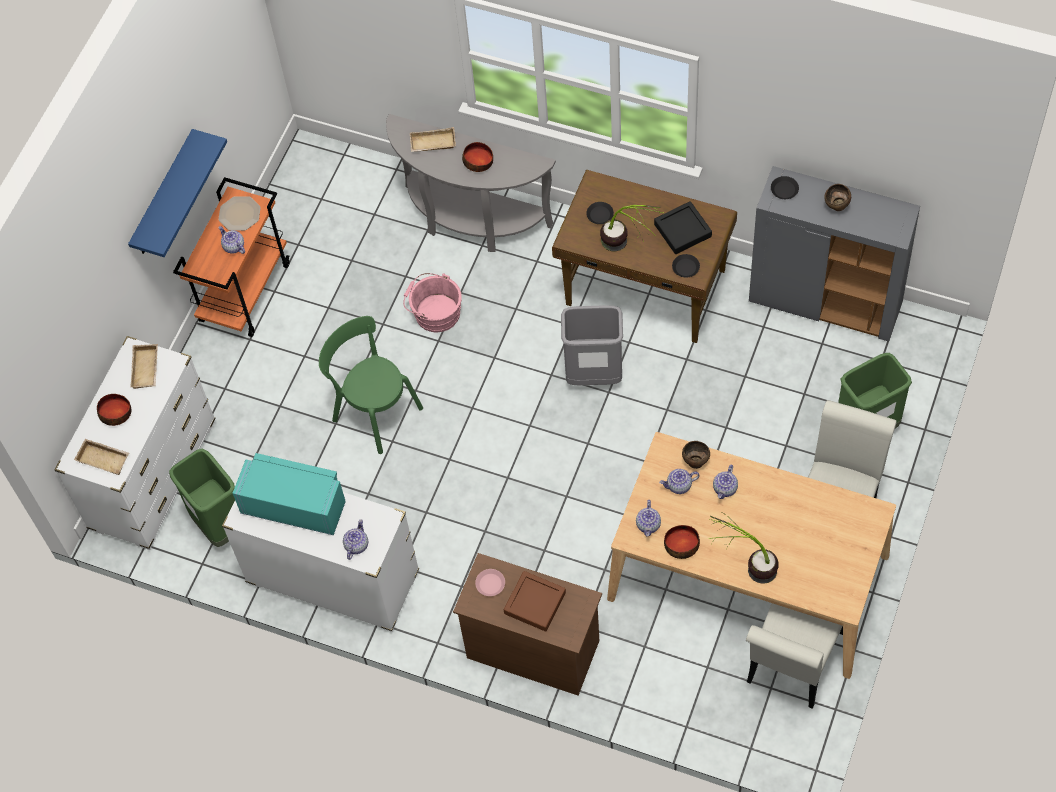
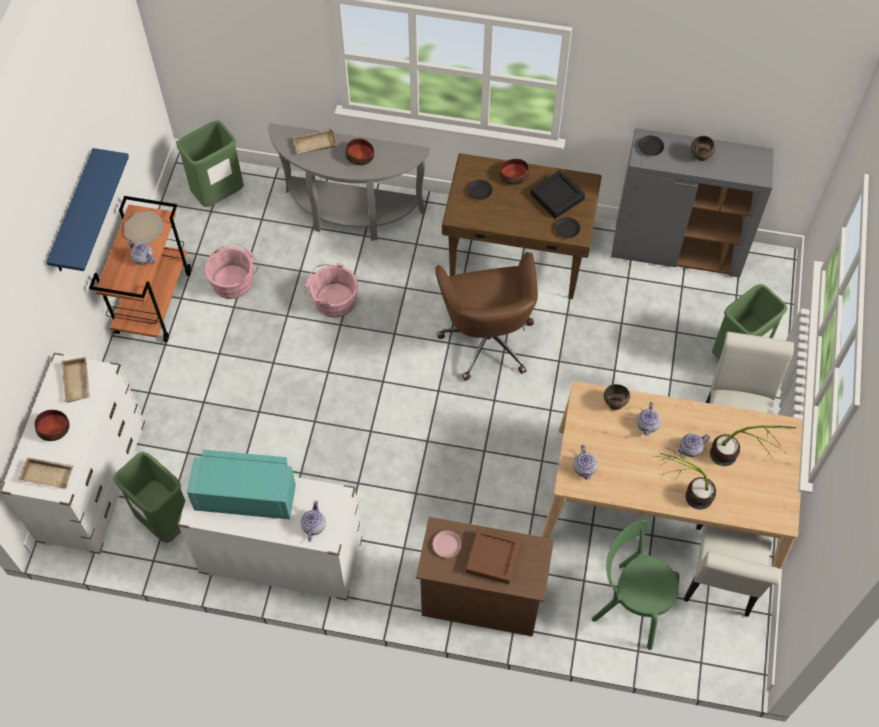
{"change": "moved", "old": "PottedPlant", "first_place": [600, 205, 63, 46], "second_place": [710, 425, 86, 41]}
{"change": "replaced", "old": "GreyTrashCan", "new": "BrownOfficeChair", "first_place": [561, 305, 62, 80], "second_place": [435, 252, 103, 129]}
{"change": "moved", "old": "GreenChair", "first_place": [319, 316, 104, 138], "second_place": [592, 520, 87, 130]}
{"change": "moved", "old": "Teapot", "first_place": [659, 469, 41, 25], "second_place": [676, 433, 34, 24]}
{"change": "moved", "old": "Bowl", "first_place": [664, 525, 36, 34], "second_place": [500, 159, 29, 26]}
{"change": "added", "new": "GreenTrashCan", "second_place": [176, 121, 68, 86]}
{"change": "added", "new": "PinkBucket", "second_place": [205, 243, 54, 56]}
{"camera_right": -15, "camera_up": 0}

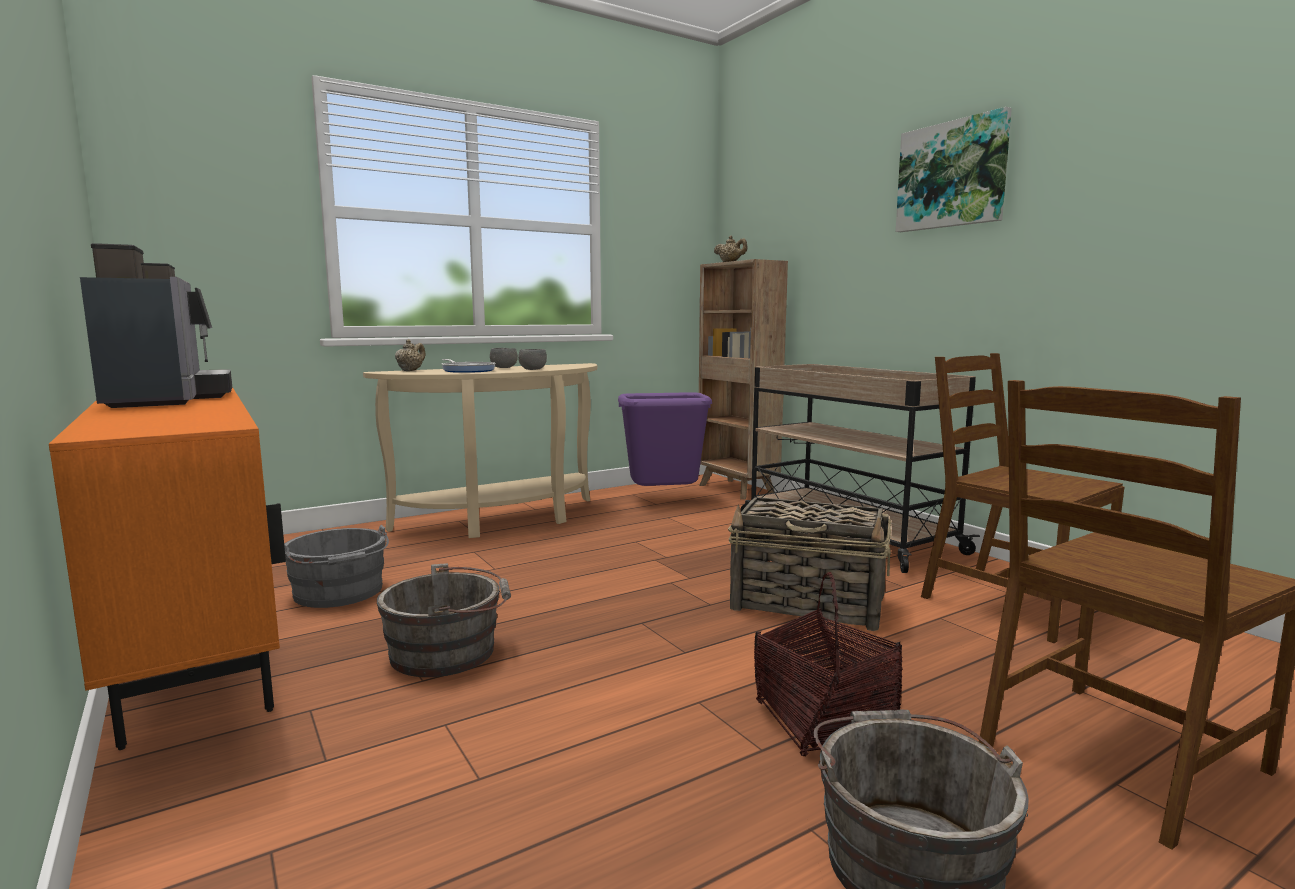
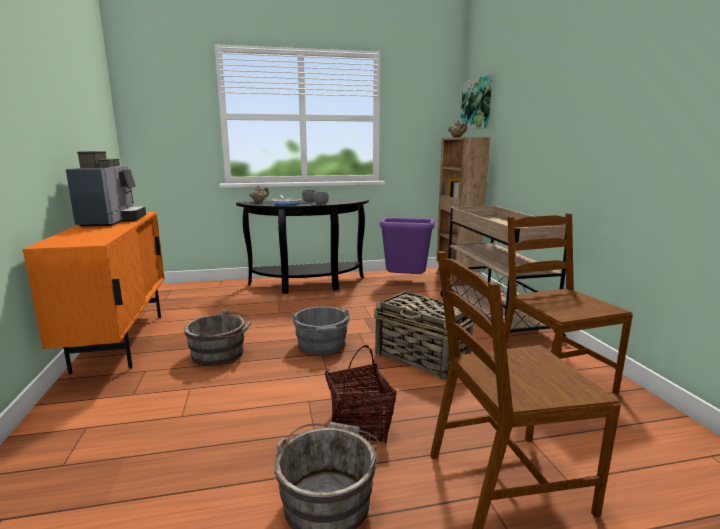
{"change": "moved", "old": "Picture", "first_place": [896, 107, 116, 125], "second_place": [461, 75, 31, 55]}
{"change": "recoloured", "old": "BeigeConsoleTable", "new": "BlackConsoleTable", "first_place": [363, 363, 234, 175], "second_place": [236, 199, 133, 95]}
{"change": "moved", "old": "GreyBucket", "first_place": [284, 524, 105, 84], "second_place": [292, 307, 58, 48]}
{"camera_right": 20, "camera_up": 5}

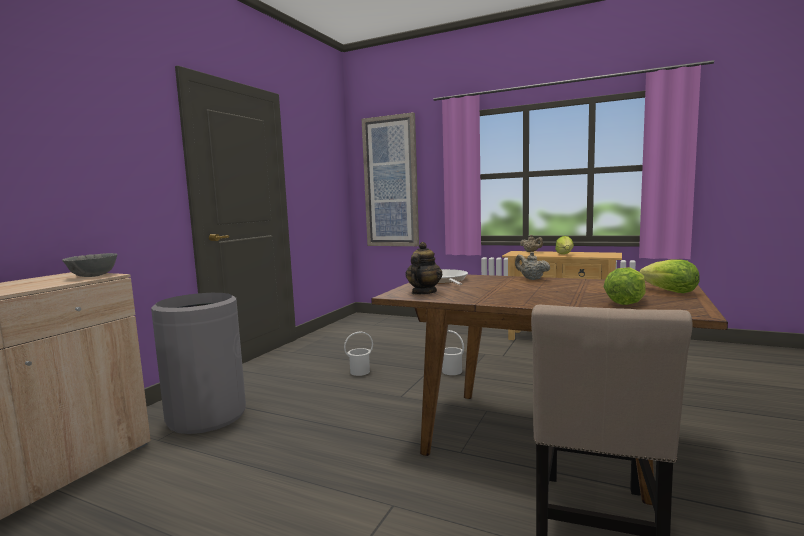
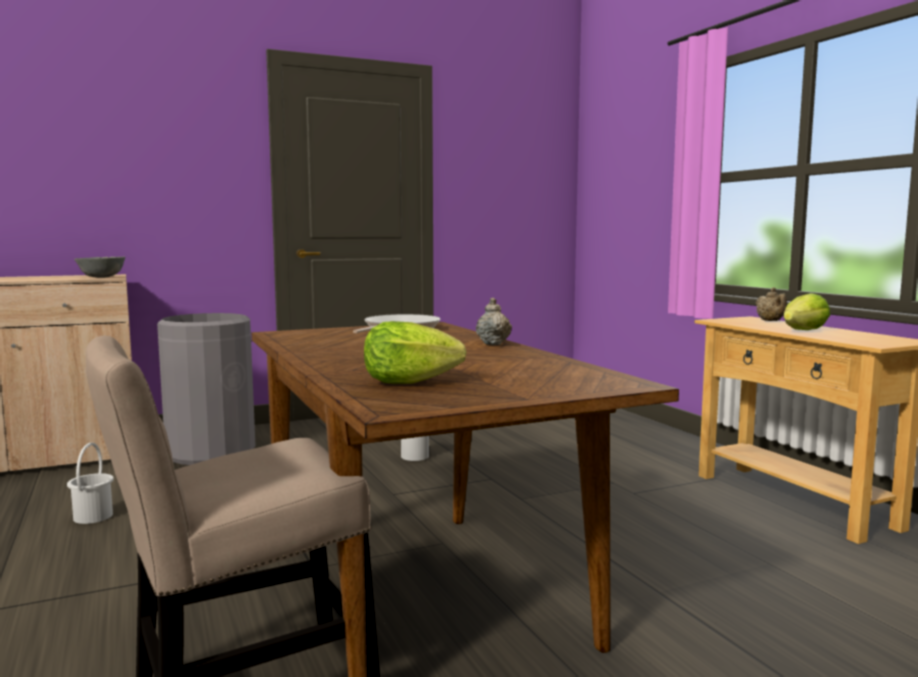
{"change": "removed", "old": "Picture", "first_place": [362, 112, 57, 134]}
{"change": "removed", "old": "Teapot", "first_place": [406, 242, 36, 53]}
{"change": "removed", "old": "Lettuce", "first_place": [639, 259, 61, 34]}
{"change": "moved", "old": "WhiteBucket", "first_place": [442, 330, 22, 45], "second_place": [67, 443, 47, 81]}
{"camera_right": 40, "camera_up": 0}

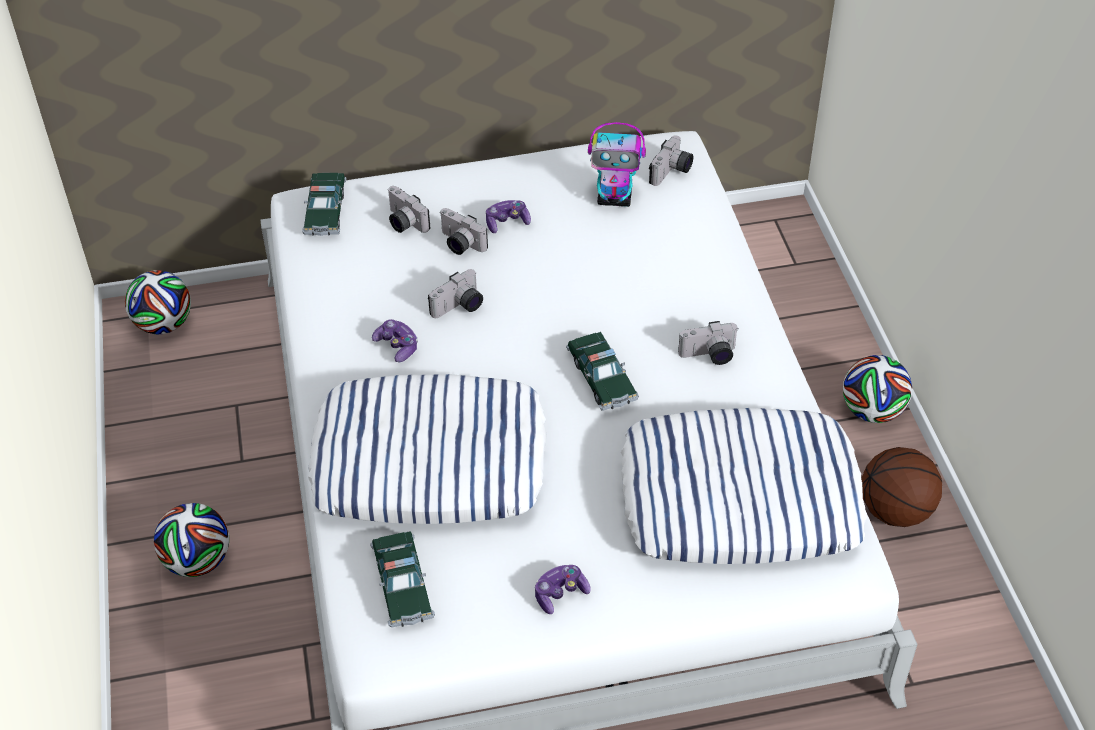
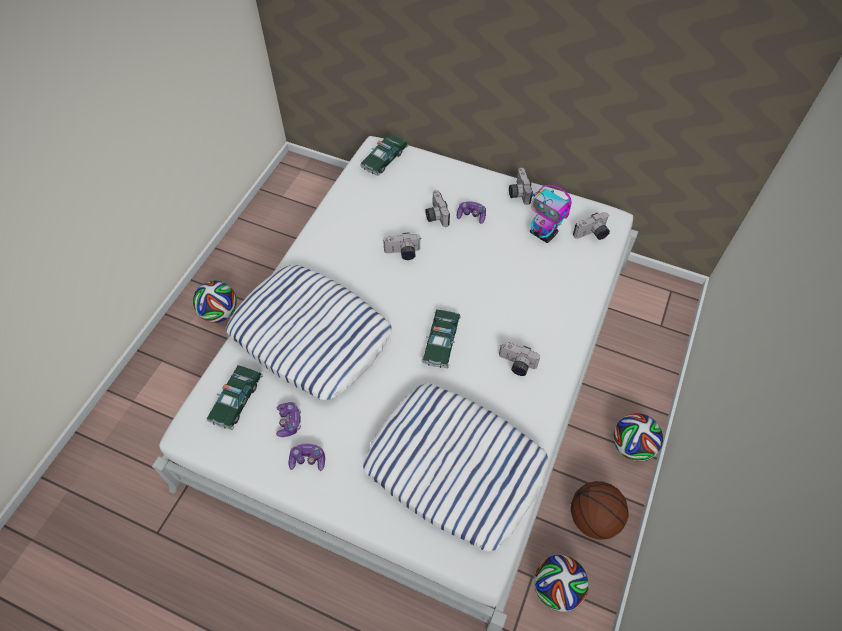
{"change": "moved", "old": "PhotoCamera", "first_place": [388, 186, 42, 47], "second_place": [509, 168, 24, 37]}
{"change": "moved", "old": "Football", "first_place": [125, 270, 66, 64], "second_place": [534, 555, 55, 57]}
{"change": "moved", "old": "GameController", "first_place": [372, 319, 46, 43], "second_place": [276, 402, 25, 35]}
{"camera_right": 35, "camera_up": 10}

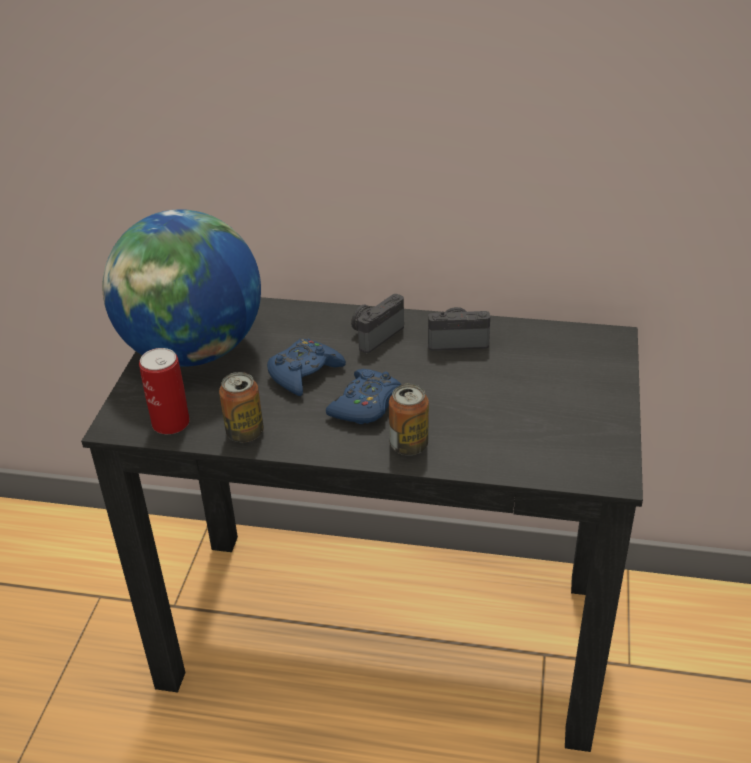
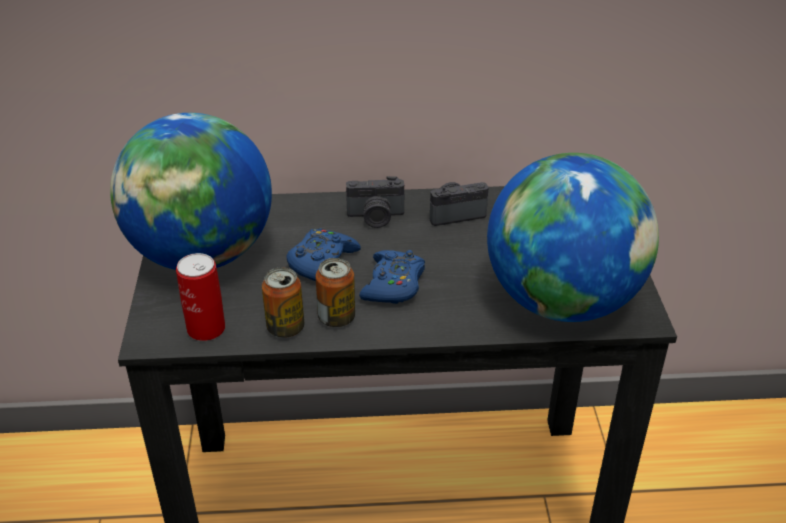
{"change": "turned", "old": "PhotoCamera", "first_place": [351, 294, 53, 59], "second_place": [346, 176, 58, 52], "degrees": -120}
{"change": "moved", "old": "Can", "first_place": [389, 384, 40, 71], "second_place": [316, 258, 39, 69]}
{"change": "added", "new": "Globe", "second_place": [487, 153, 172, 169]}
{"camera_right": -15, "camera_up": 0}

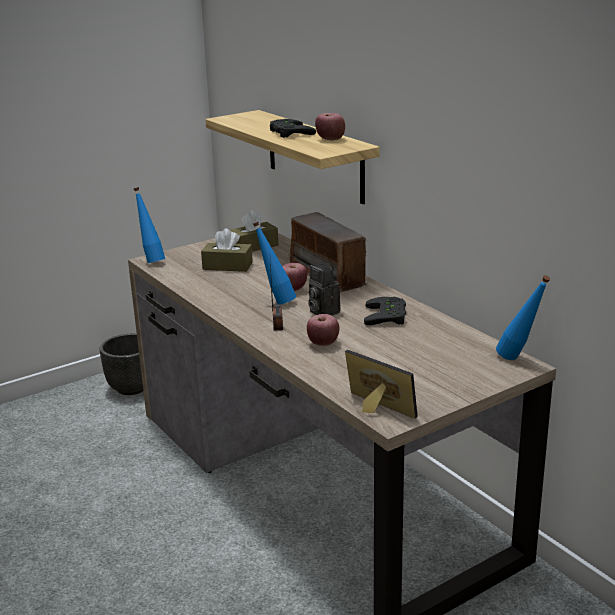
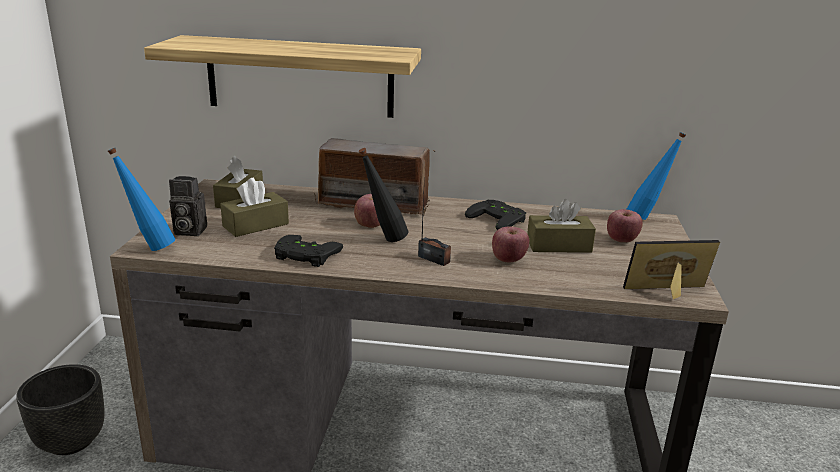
{"change": "moved", "old": "Apple", "first_place": [315, 113, 30, 27], "second_place": [607, 209, 36, 33]}
{"change": "moved", "old": "BlackGameController", "first_place": [270, 119, 46, 19], "second_place": [274, 235, 69, 32]}
{"change": "recoloured", "old": "BlueBottle", "new": "BlackBottle", "first_place": [253, 221, 43, 84], "second_place": [359, 148, 49, 94]}
{"change": "moved", "old": "PhotoCamera", "first_place": [308, 264, 32, 52], "second_place": [169, 176, 38, 60]}
{"change": "added", "new": "BrownTissueBox", "second_place": [527, 199, 69, 54]}
{"camera_right": -50, "camera_up": 0}

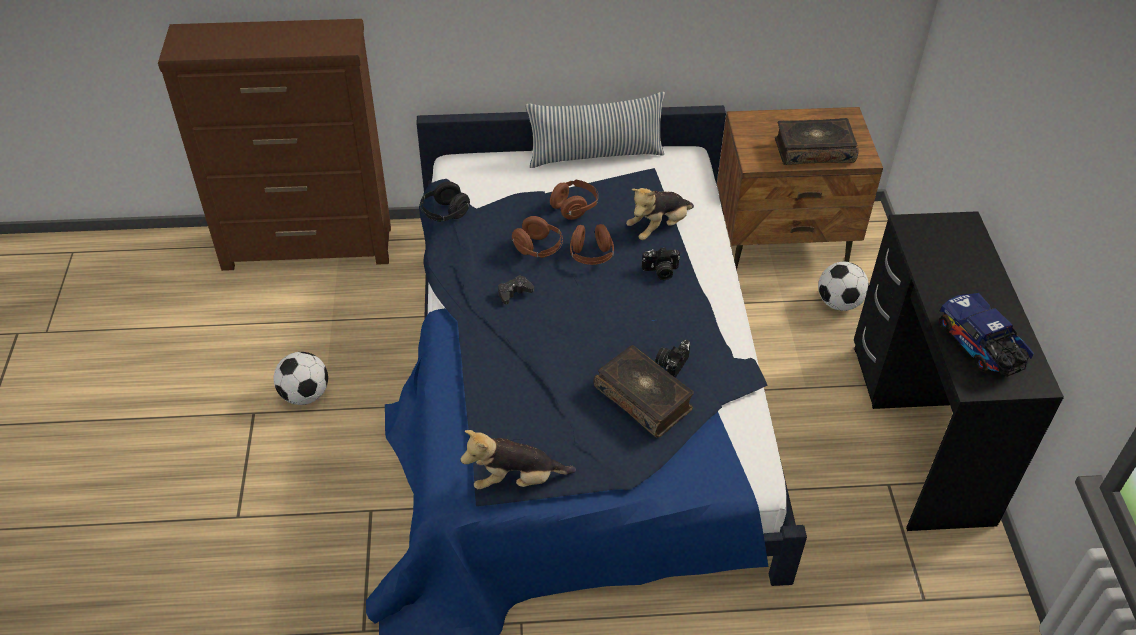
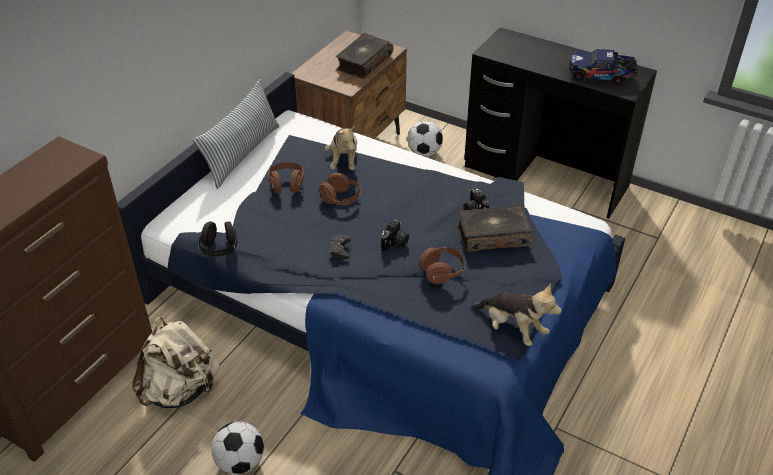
{"change": "moved", "old": "BrownHeadphones", "first_place": [511, 216, 52, 42], "second_place": [419, 247, 47, 37]}
{"change": "moved", "old": "PhotoCamera", "first_place": [642, 247, 38, 33], "second_place": [381, 219, 28, 33]}
{"change": "turned", "old": "PlushToy", "first_place": [461, 430, 115, 59], "second_place": [471, 283, 91, 63], "degrees": -75}
{"change": "added", "new": "BeigeBackpack", "second_place": [132, 317, 87, 91]}
{"camera_right": -55, "camera_up": -5}

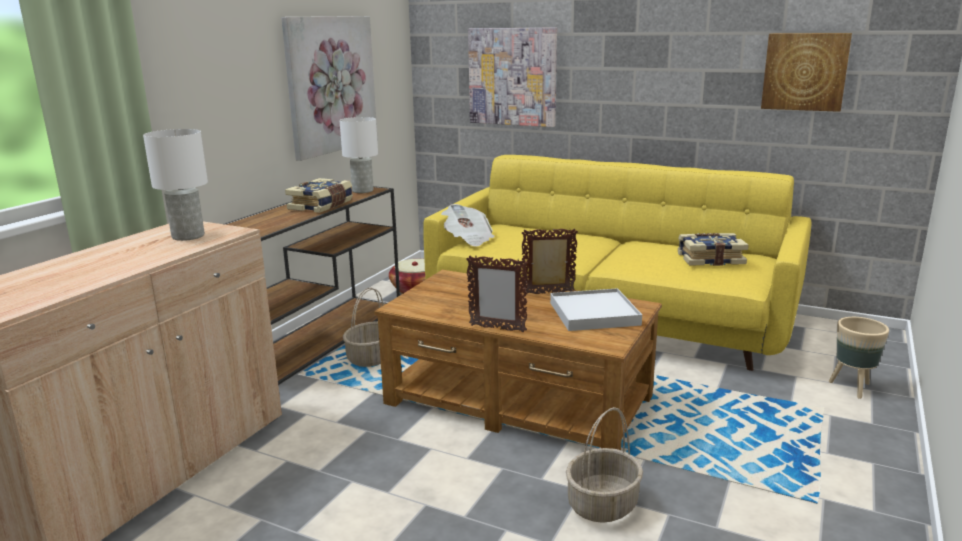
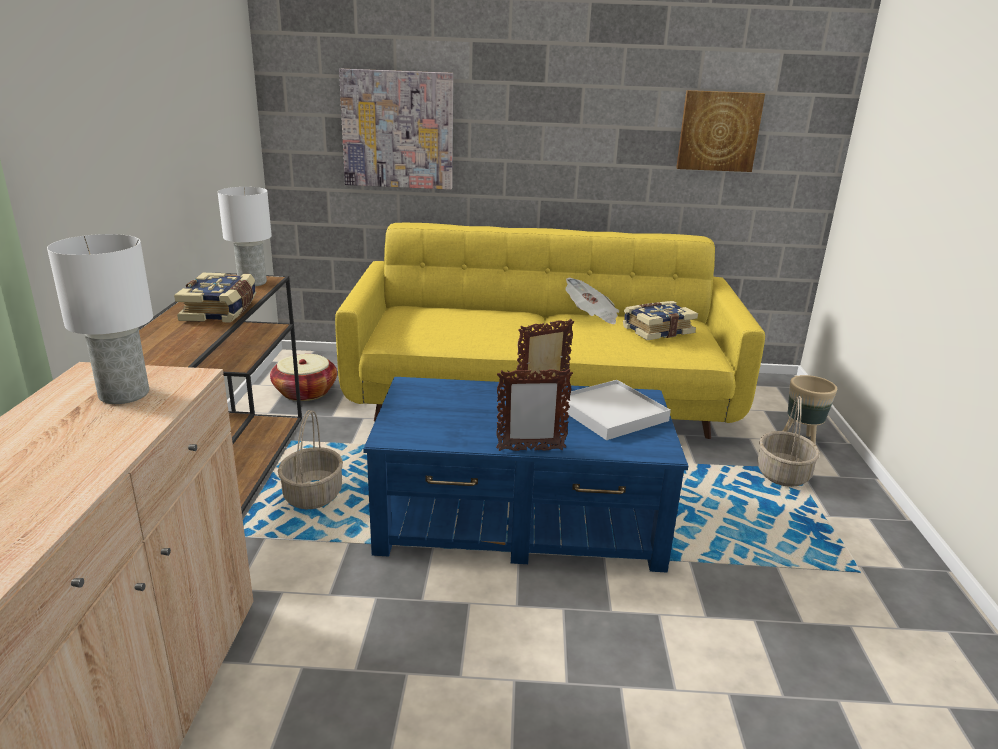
{"change": "removed", "old": "Picture", "first_place": [281, 16, 97, 145]}
{"change": "moved", "old": "Newspaper", "first_place": [441, 204, 54, 43], "second_place": [565, 278, 54, 47]}
{"change": "recoloured", "old": "BrownCoffeeTable", "new": "BlueCoffeeTable", "first_place": [374, 270, 288, 180], "second_place": [363, 377, 325, 195]}
{"change": "moved", "old": "Basket", "first_place": [566, 407, 77, 116], "second_place": [757, 396, 63, 91]}
{"camera_right": -25, "camera_up": 5}

